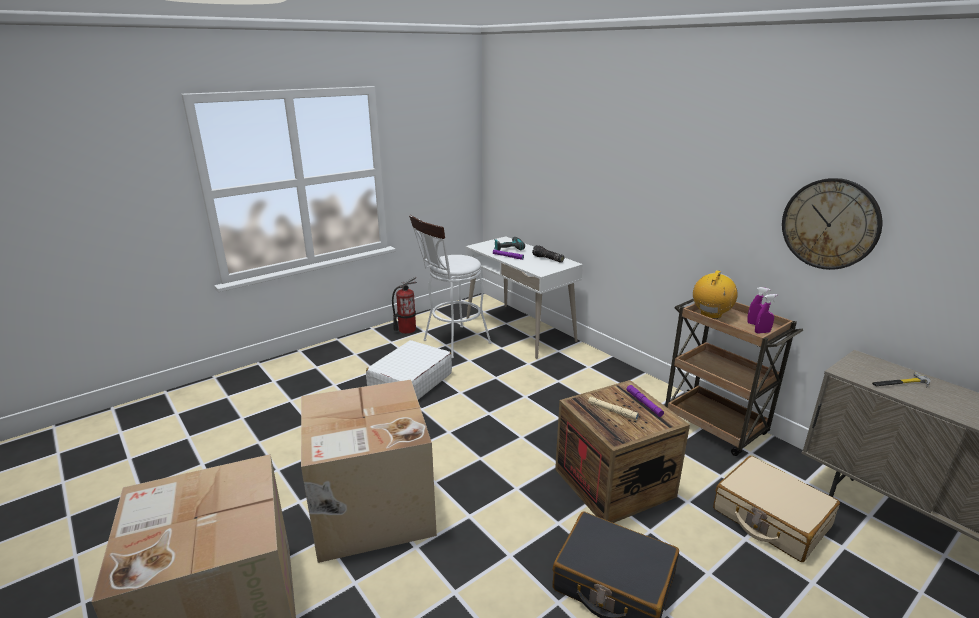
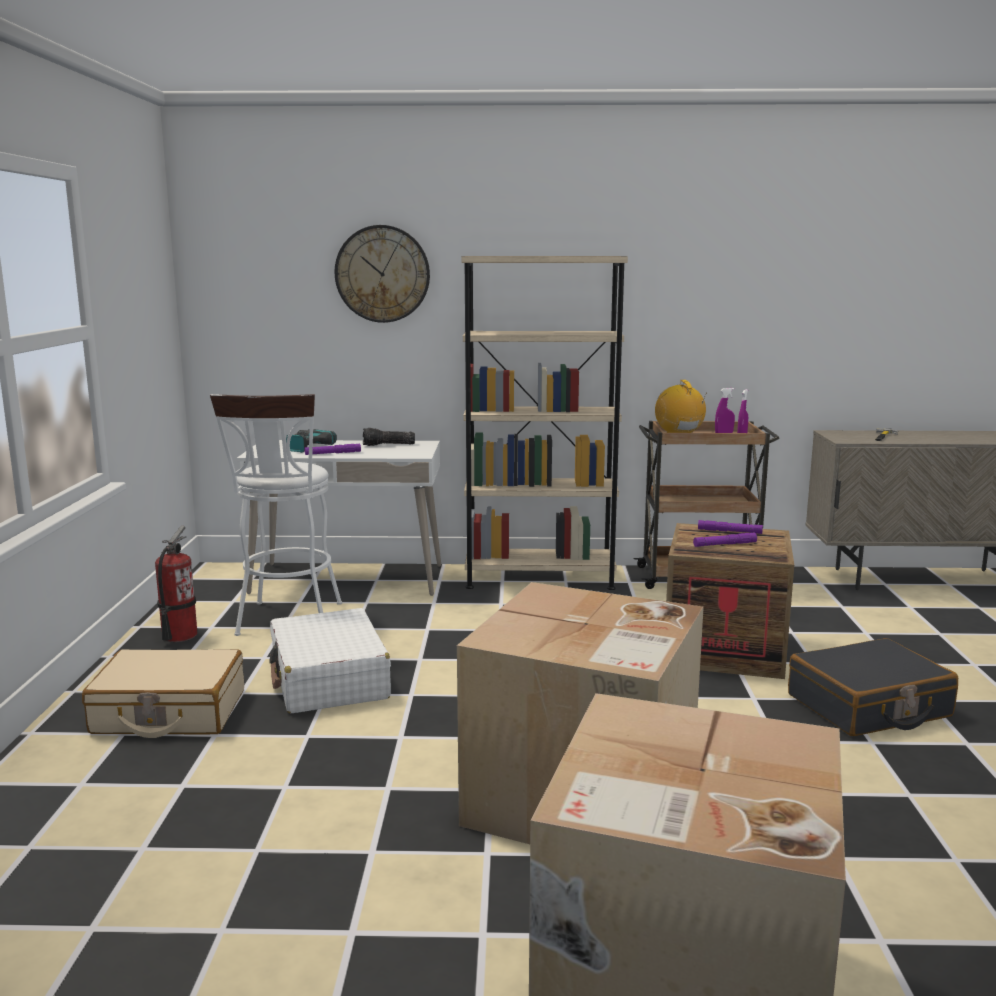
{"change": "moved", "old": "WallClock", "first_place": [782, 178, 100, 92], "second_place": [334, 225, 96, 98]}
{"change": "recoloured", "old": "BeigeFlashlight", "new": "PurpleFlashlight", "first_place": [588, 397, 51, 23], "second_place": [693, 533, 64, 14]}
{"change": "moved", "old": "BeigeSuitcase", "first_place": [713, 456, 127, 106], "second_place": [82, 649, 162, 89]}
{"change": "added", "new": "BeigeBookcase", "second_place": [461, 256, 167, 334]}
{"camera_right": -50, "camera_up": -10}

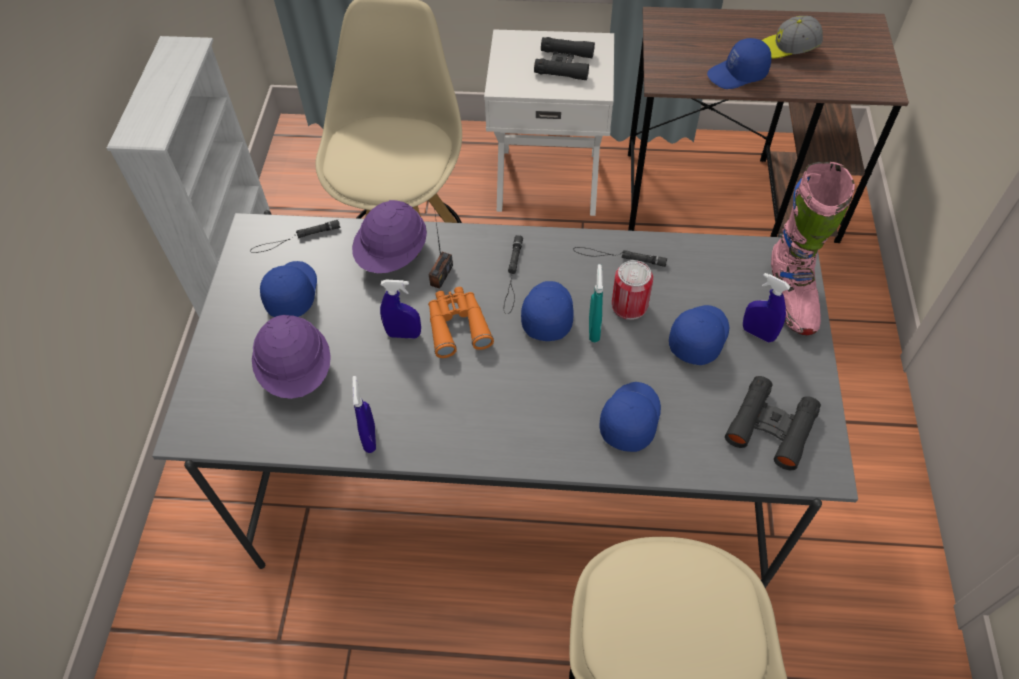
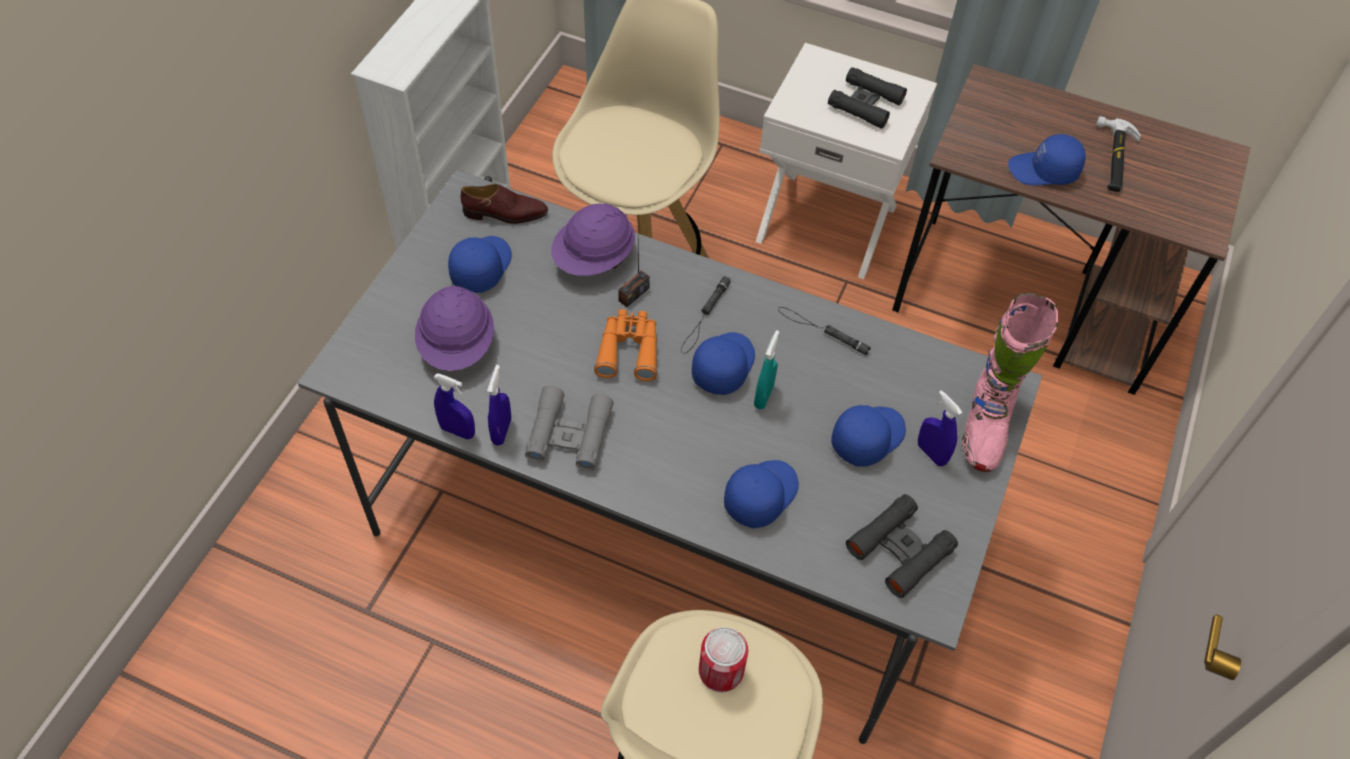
{"change": "replaced", "old": "Cap", "new": "Hammer", "first_place": [761, 16, 62, 43], "second_place": [1096, 116, 45, 76]}
{"change": "replaced", "old": "BlackFlashlight", "new": "BrownShoe", "first_place": [250, 220, 91, 33], "second_place": [461, 184, 87, 40]}
{"change": "moved", "old": "Can", "first_place": [612, 260, 41, 60], "second_place": [699, 627, 49, 66]}
{"change": "moved", "old": "BlueSprayBottle", "first_place": [380, 280, 41, 59], "second_place": [434, 373, 41, 67]}
{"change": "added", "new": "GreyBinoculars", "second_place": [525, 386, 89, 85]}
{"camera_right": 15, "camera_up": 0}

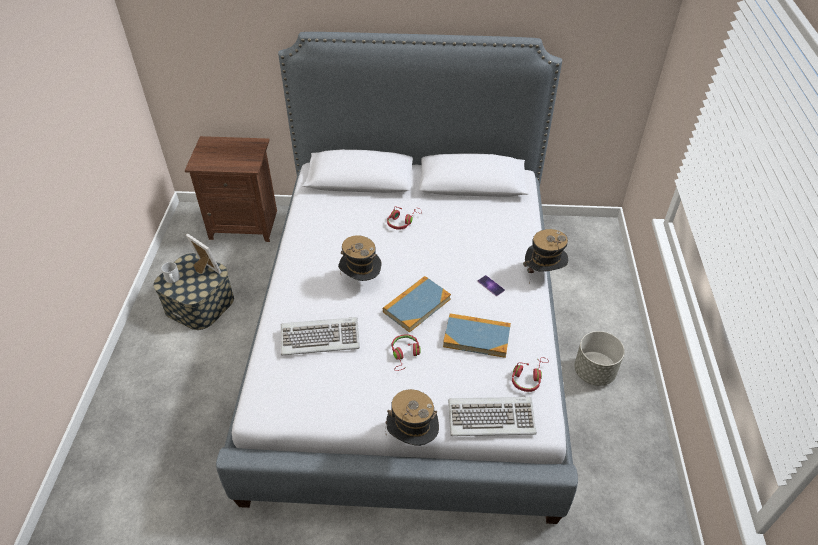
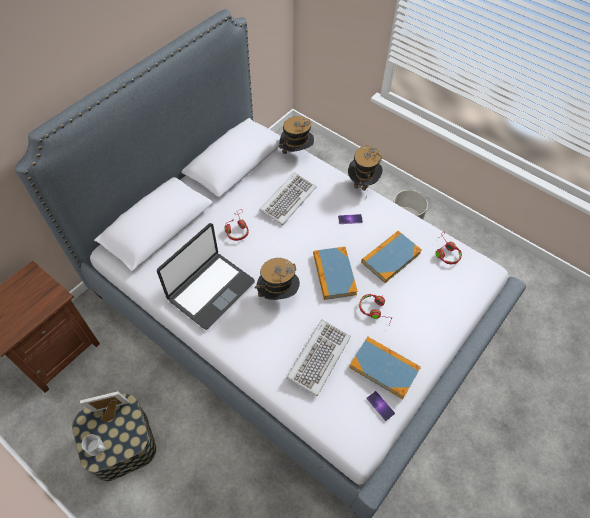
{"change": "moved", "old": "Hat", "first_place": [386, 389, 53, 57], "second_place": [279, 116, 35, 38]}
{"change": "moved", "old": "Keyboard", "first_place": [448, 396, 89, 40], "second_place": [259, 172, 57, 53]}
{"change": "added", "new": "Laptop", "second_place": [157, 223, 98, 107]}
{"change": "added", "new": "Book", "second_place": [349, 337, 72, 62]}
{"change": "added", "new": "Phone", "second_place": [366, 391, 29, 30]}
{"camera_right": -55, "camera_up": 10}

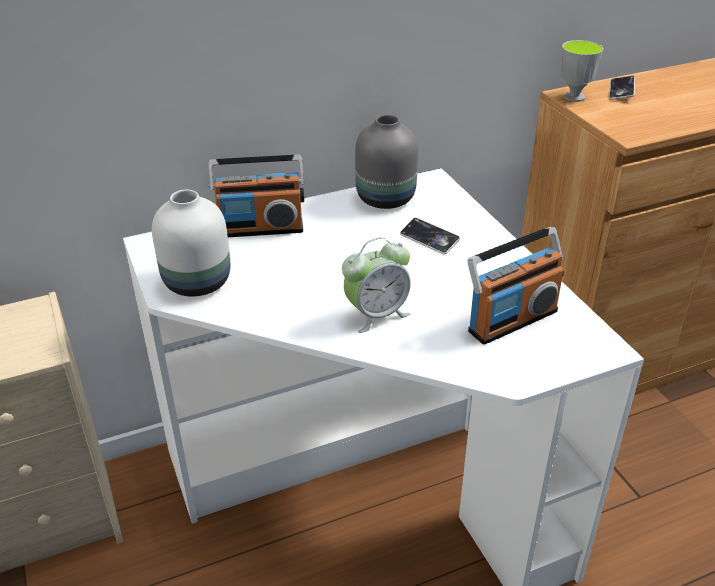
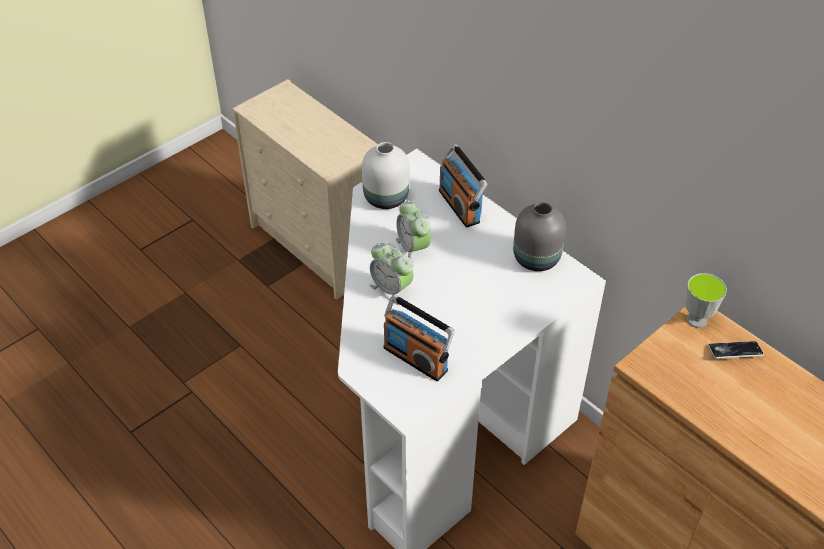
{"change": "removed", "old": "Phone", "first_place": [400, 218, 60, 36]}
{"change": "added", "new": "AlarmClock", "second_place": [396, 200, 35, 62]}
{"camera_right": 70, "camera_up": 10}

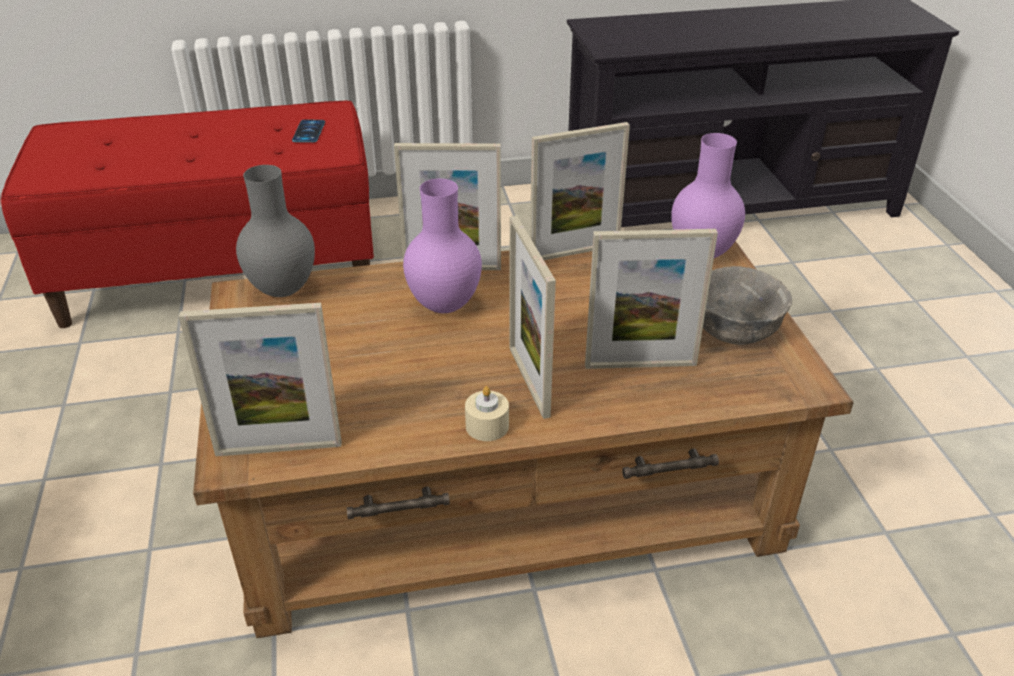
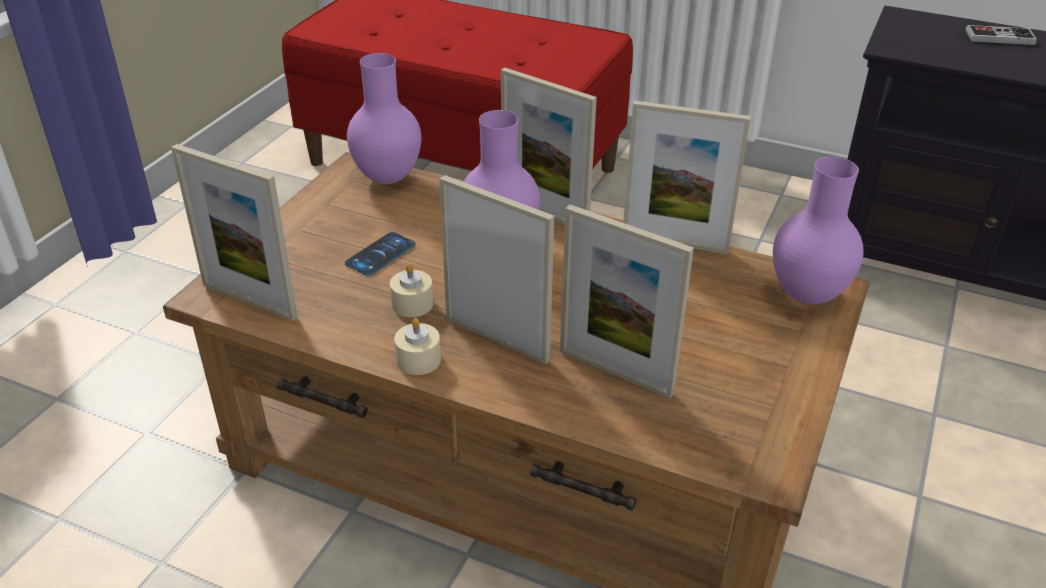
{"change": "moved", "old": "Phone", "first_place": [292, 119, 33, 23], "second_place": [345, 232, 71, 44]}
{"change": "recoloured", "old": "GreyVase", "new": "PurpleVase", "first_place": [236, 165, 79, 132], "second_place": [347, 53, 74, 131]}
{"change": "turned", "old": "PictureFrame", "first_place": [509, 216, 47, 203], "second_place": [439, 175, 115, 189], "degrees": 105}
{"change": "removed", "old": "GreyBowl", "first_place": [703, 266, 89, 79]}
{"change": "added", "new": "GameController", "second_place": [966, 25, 71, 20]}
{"change": "added", "new": "BeigeCandle", "second_place": [390, 263, 43, 54]}
{"camera_right": 35, "camera_up": 0}

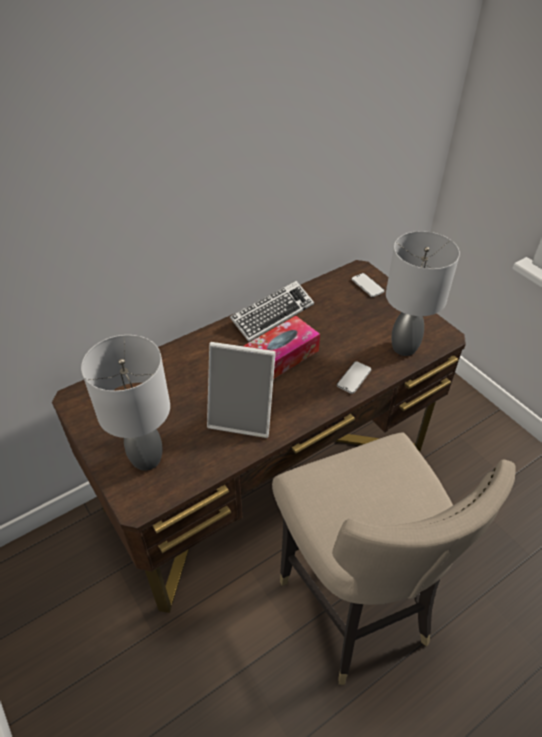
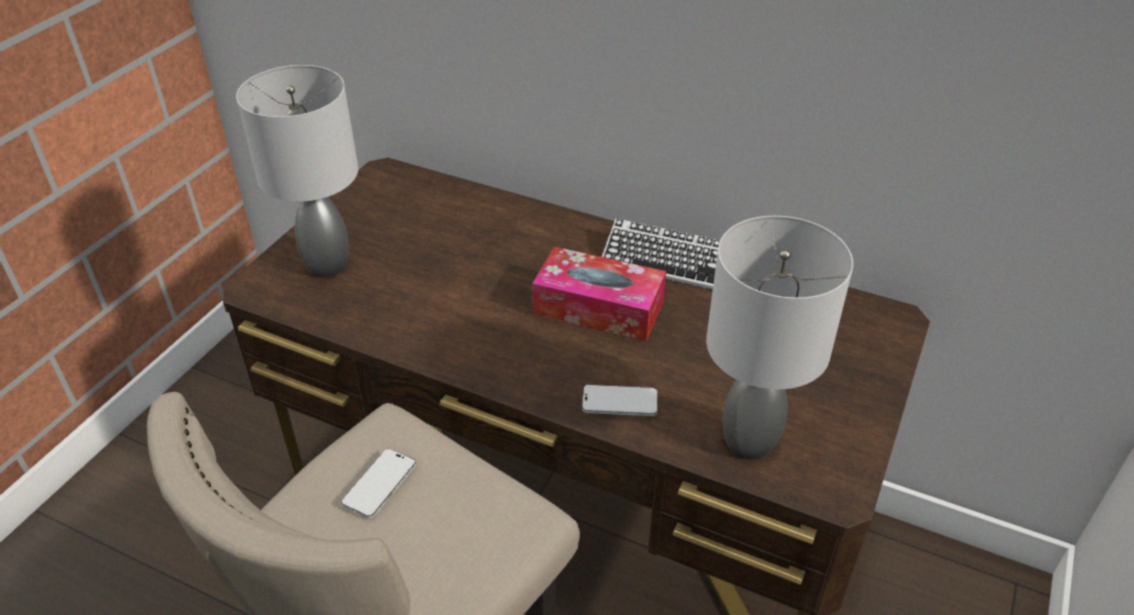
{"change": "moved", "old": "Phone", "first_place": [352, 273, 33, 24], "second_place": [341, 449, 75, 69]}
{"change": "removed", "old": "PictureFrame", "first_place": [207, 342, 69, 96]}
{"camera_right": 60, "camera_up": -5}

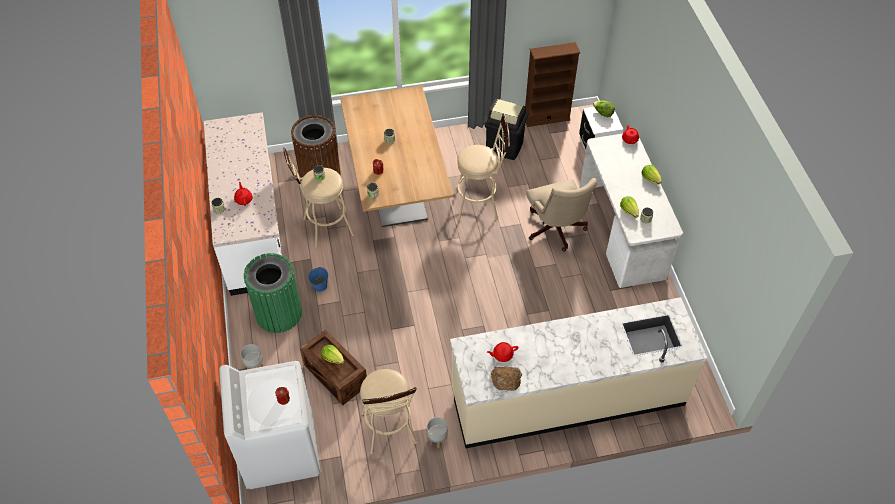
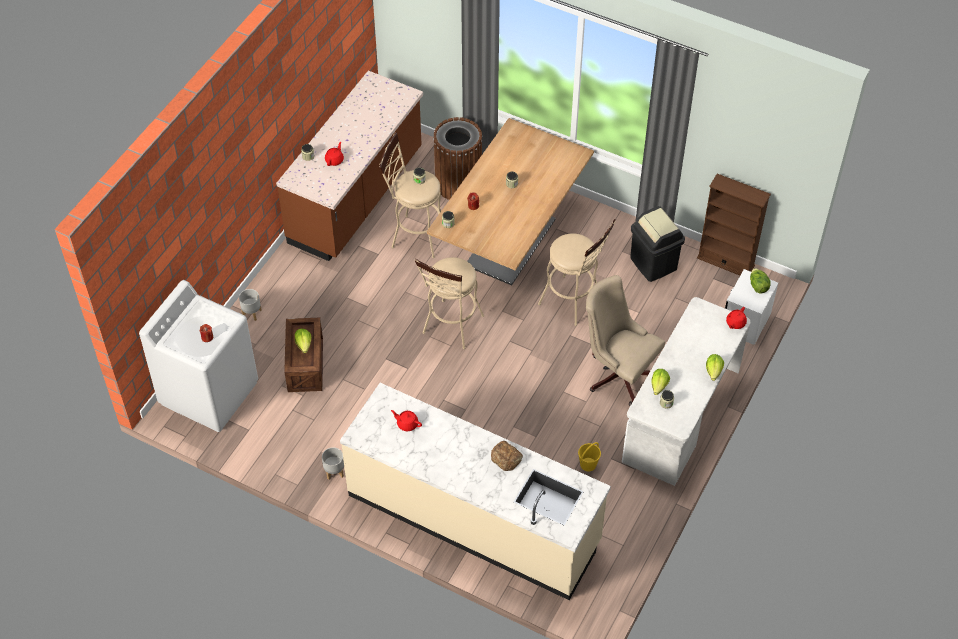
{"change": "recoloured", "old": "WhiteCounter", "new": "BrownCounter", "first_place": [204, 112, 78, 184], "second_place": [276, 71, 147, 190]}
{"change": "turned", "old": "BeigeOfficeChair", "first_place": [526, 178, 71, 74], "second_place": [586, 275, 79, 131], "degrees": 105}
{"change": "removed", "old": "GreenTrashCan", "first_place": [244, 253, 58, 80]}
{"change": "removed", "old": "BlueBucket", "first_place": [308, 267, 20, 25]}
{"change": "moved", "old": "Bread", "first_place": [491, 366, 31, 25], "second_place": [491, 441, 32, 30]}
{"change": "moved", "old": "BeigeStool", "first_place": [360, 369, 57, 86], "second_place": [414, 257, 70, 92]}
{"change": "added", "new": "YellowBucket", "second_place": [578, 442, 23, 30]}
{"camera_right": 40, "camera_up": 0}

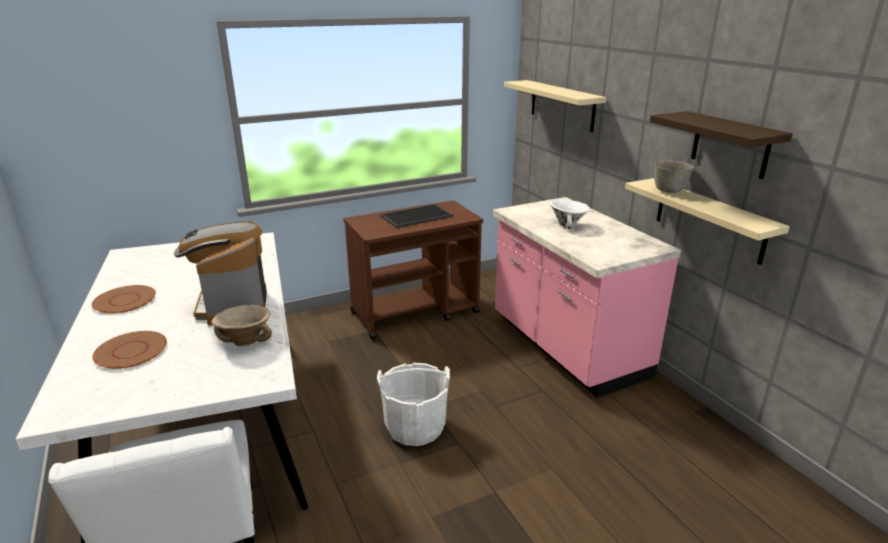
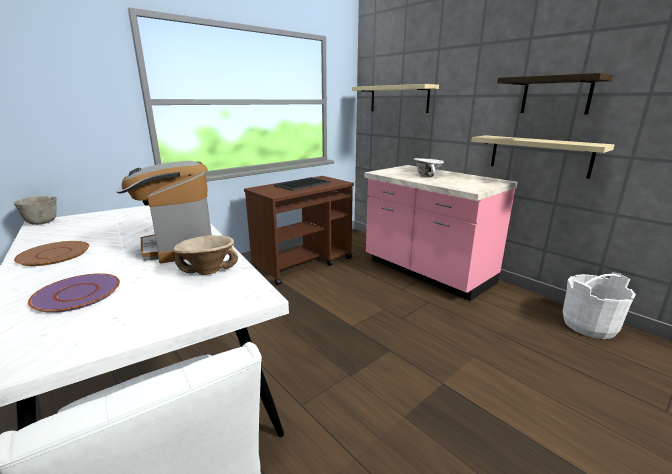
{"change": "moved", "old": "GreyBowl", "first_place": [654, 160, 40, 33], "second_place": [14, 196, 43, 29]}
{"change": "recoloured", "old": "BrownPlate", "new": "PurplePlate", "first_place": [92, 331, 75, 38], "second_place": [28, 273, 92, 40]}
{"change": "moved", "old": "WhiteBucket", "first_place": [377, 363, 73, 83], "second_place": [563, 272, 73, 67]}
{"camera_right": -15, "camera_up": -5}

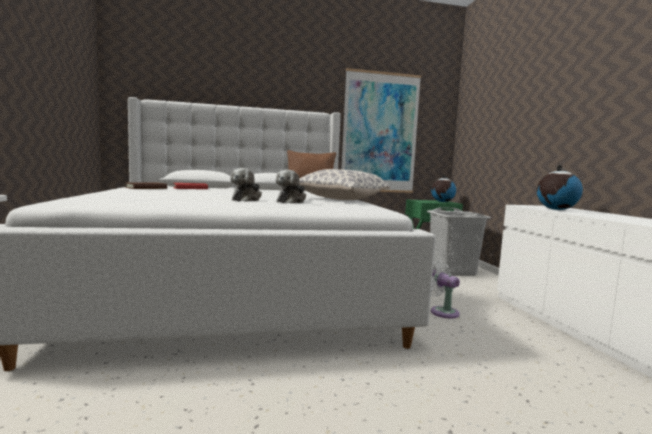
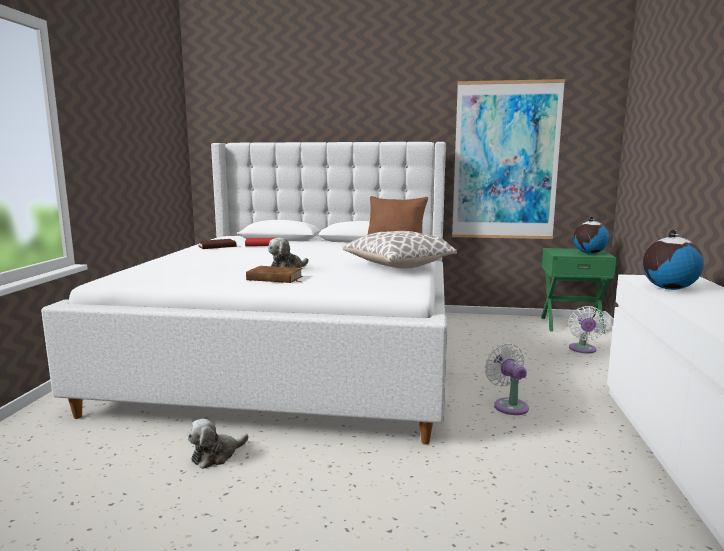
{"change": "moved", "old": "PlushToy", "first_place": [276, 170, 30, 34], "second_place": [187, 419, 62, 50]}
{"change": "replaced", "old": "GreyLaundryBasket", "new": "WhiteFan", "first_place": [427, 207, 64, 69], "second_place": [569, 306, 38, 47]}
{"change": "added", "new": "BrownBook", "second_place": [246, 266, 57, 17]}
{"camera_right": 20, "camera_up": 5}

